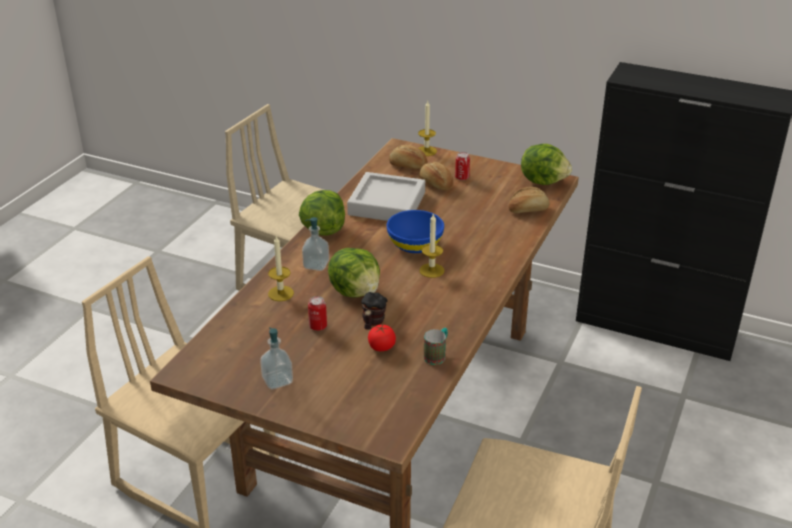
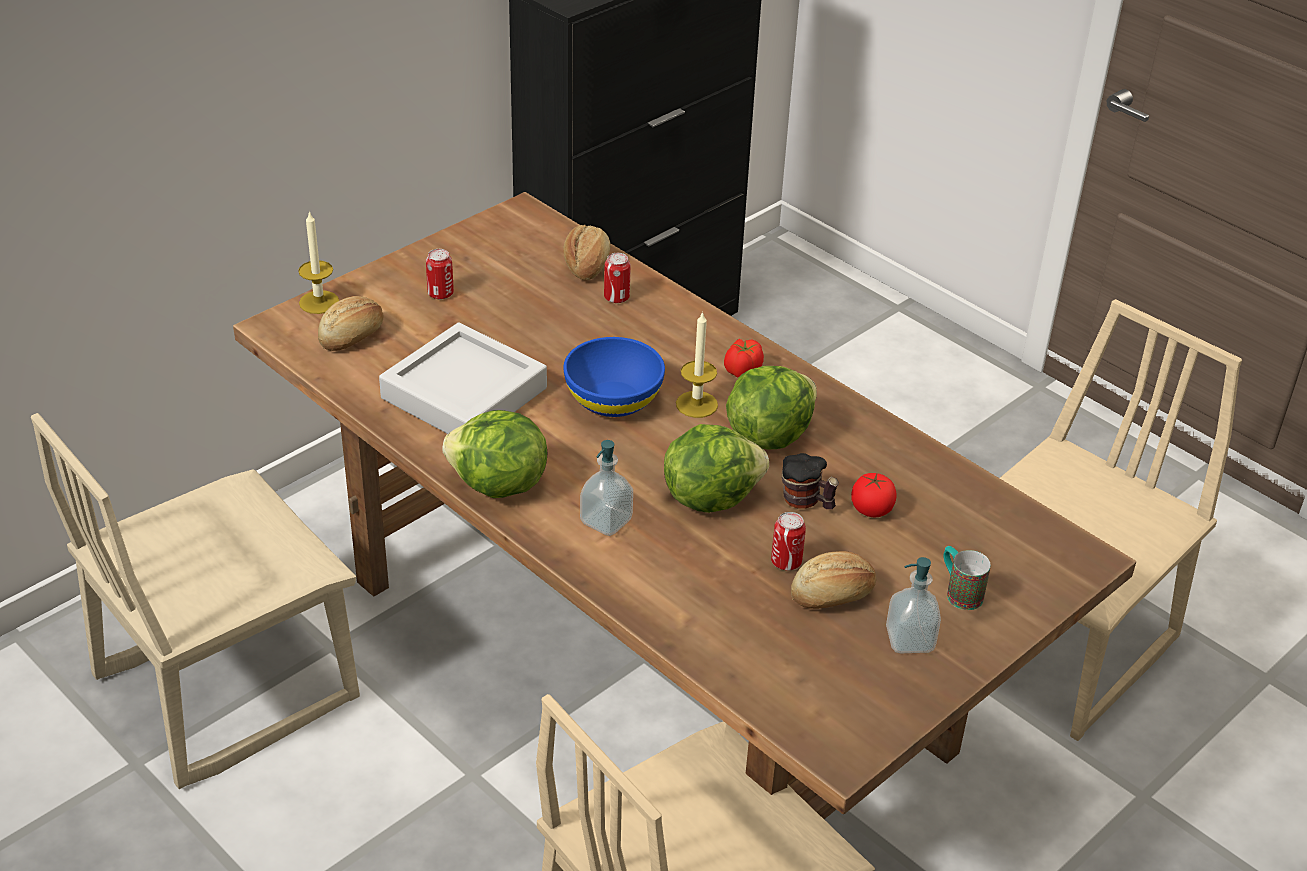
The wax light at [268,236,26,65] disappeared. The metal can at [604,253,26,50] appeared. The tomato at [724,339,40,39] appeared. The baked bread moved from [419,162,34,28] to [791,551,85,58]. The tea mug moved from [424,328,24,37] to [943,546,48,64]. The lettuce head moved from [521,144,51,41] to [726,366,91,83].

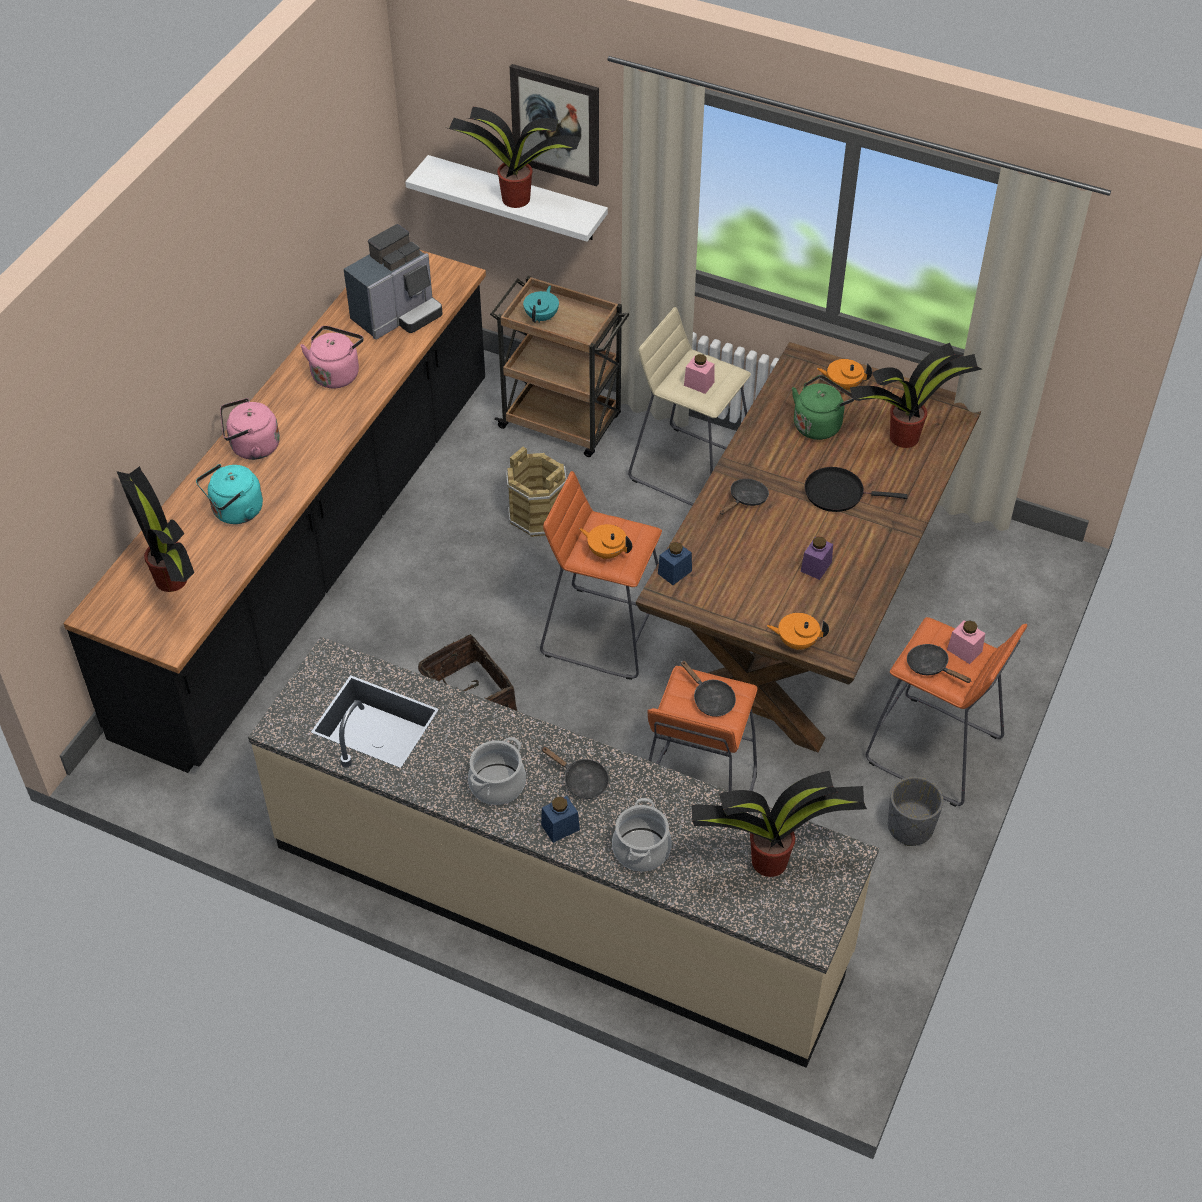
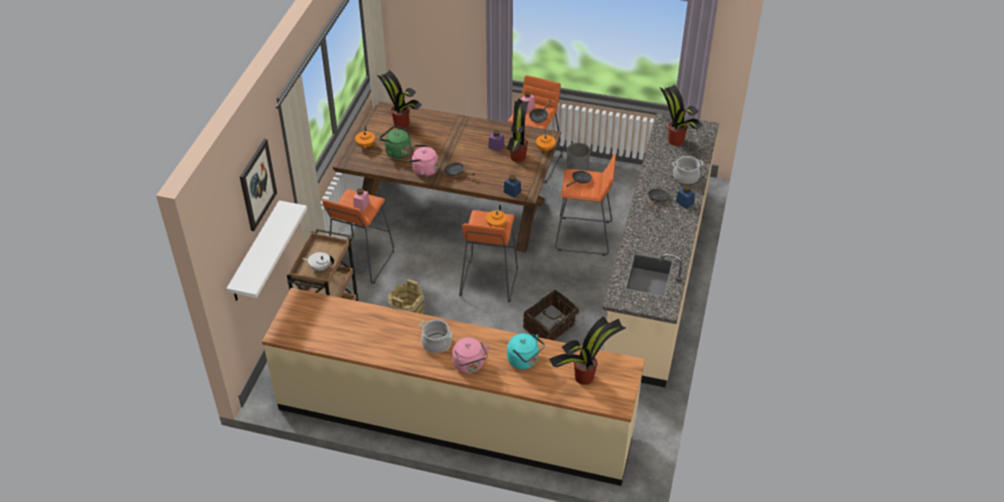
The coffee machine at [344,224,98,116] disappeared. The frying pan (black-coloured) at [805,467,103,45] disappeared. The kettle (pink-coloured) moved from [300,326,63,62] to [408,145,31,32]. The houseplant moved from [444,107,137,101] to [506,98,23,64]. The cooking pot moved from [468,737,58,68] to [419,319,33,34]. The counter (black-coloured) at [63,250,423,523] became the counter (beige) at [262,288,383,198]. The pot for tea (turquoise) at [523,286,36,37] became the pot for tea (whitish) at [302,252,32,20]. The sitting stool (beige) at [628,307,123,199] became the sitting stool (orange-coloured) at [322,189,72,95].

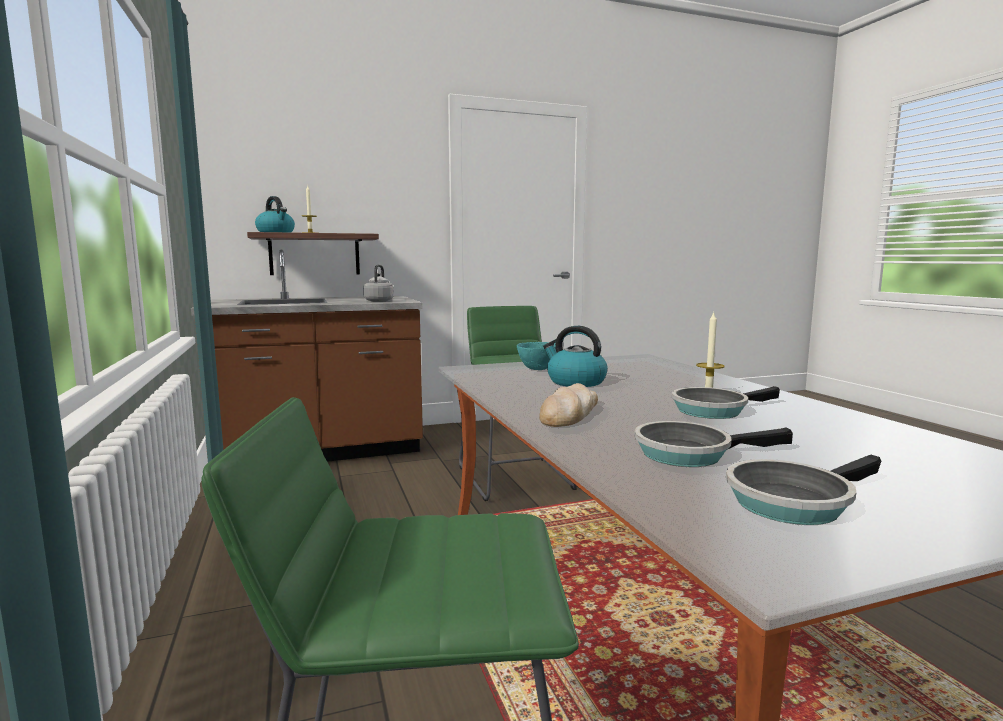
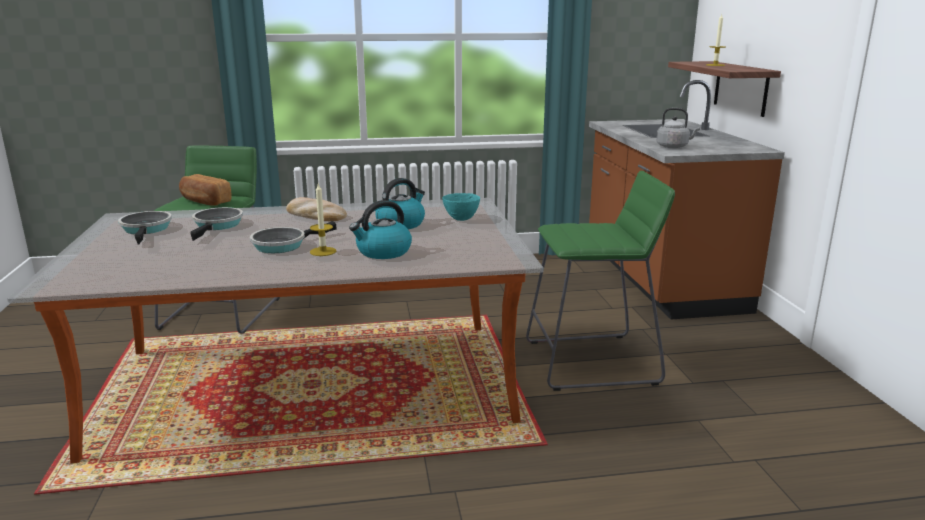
The baked bread at [179,174,53,31] appeared. The kettle moved from [255,196,40,36] to [349,200,63,59]. The frying pan at [672,386,108,33] turned 120 degrees counterclockwise.

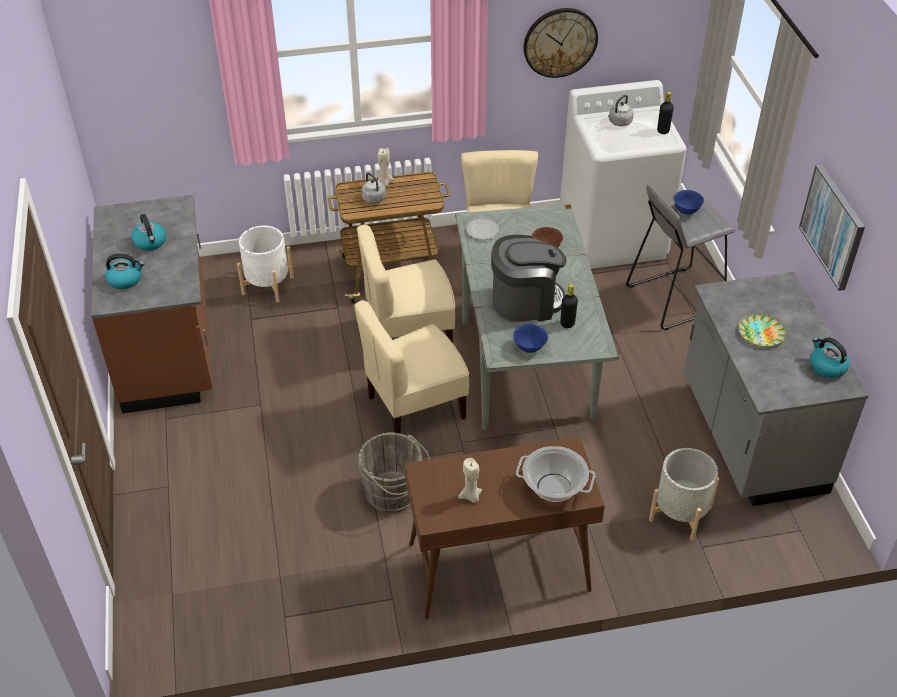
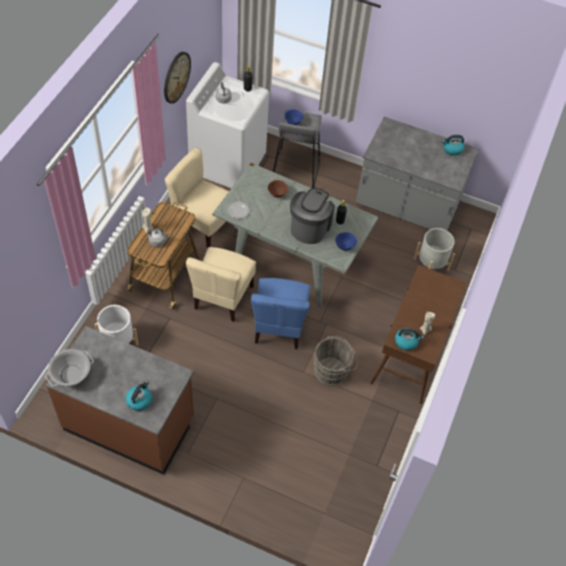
The flat dish at [738,313,48,34] disappeared. The wall picture at [799,164,66,127] disappeared. The kettle moved from [131,214,35,37] to [395,328,29,22]. The cooking pot moved from [516,446,79,56] to [45,349,49,38]. The upright chair (beige) at [354,300,115,134] became the upright chair (blue-coloured) at [251,278,60,71].

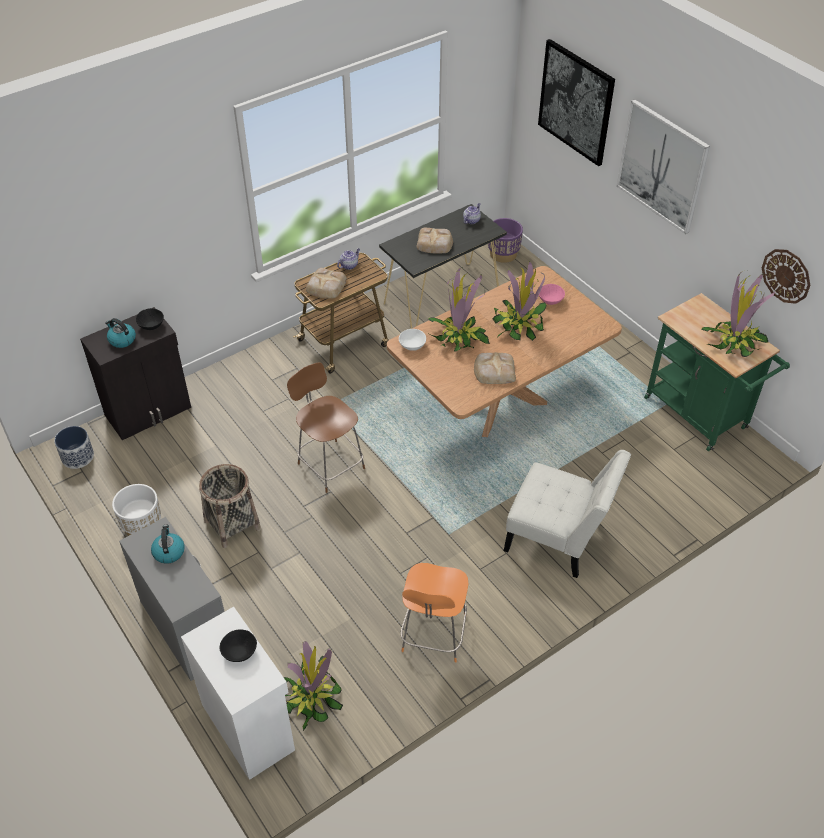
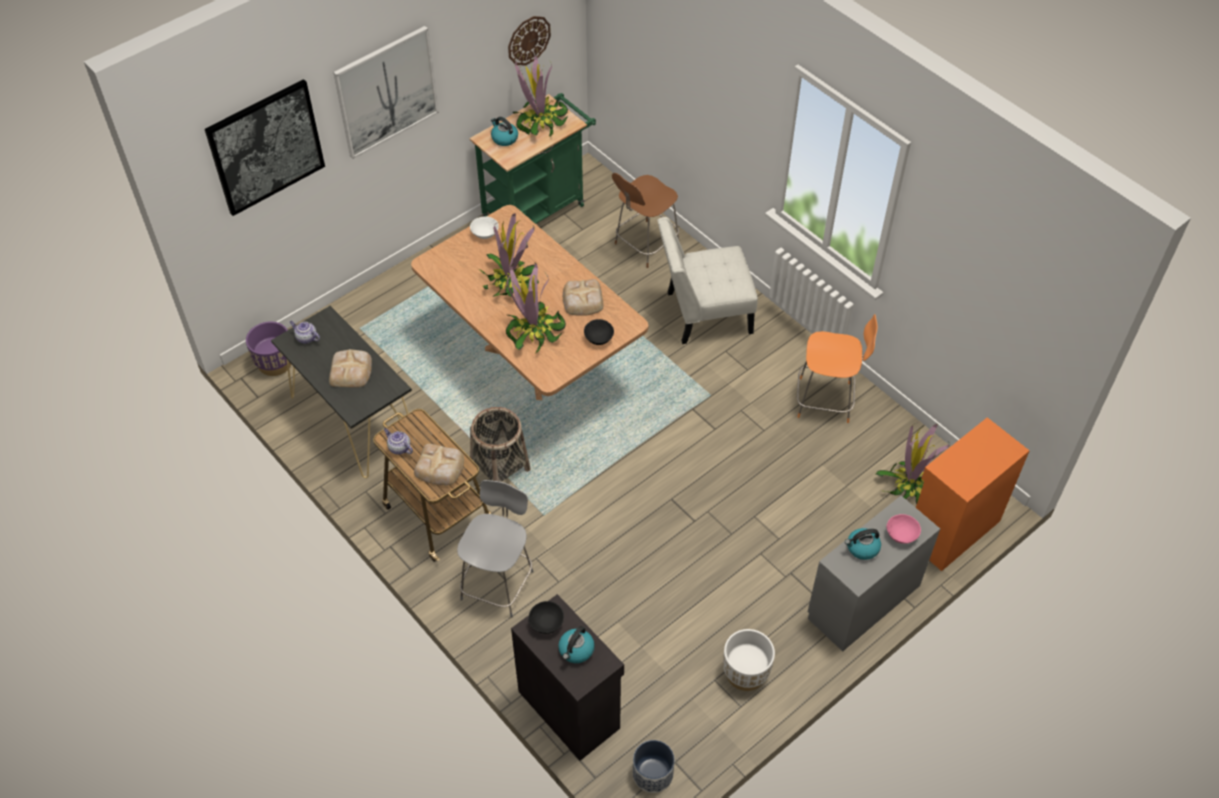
The sitting stool (grey) at [457,480,77,137] appeared. The kettle at [491,117,27,29] appeared. The household basket moved from [199,464,62,84] to [470,407,61,75]. The bowl (black-coloured) moved from [220,629,37,33] to [584,319,30,26]. The sitting stool (brownish) moved from [287,362,78,131] to [612,173,67,95]. The bowl (whitish) moved from [399,329,27,22] to [470,216,29,23]. The bowl (pink-coloured) moved from [539,284,26,21] to [887,514,34,30]. The storage cabinet (whitish) at [181,607,114,173] became the storage cabinet (orange-coloured) at [916,417,114,154]. The upright chair (whitish) at [504,450,127,128] turned 120 degrees counterclockwise.

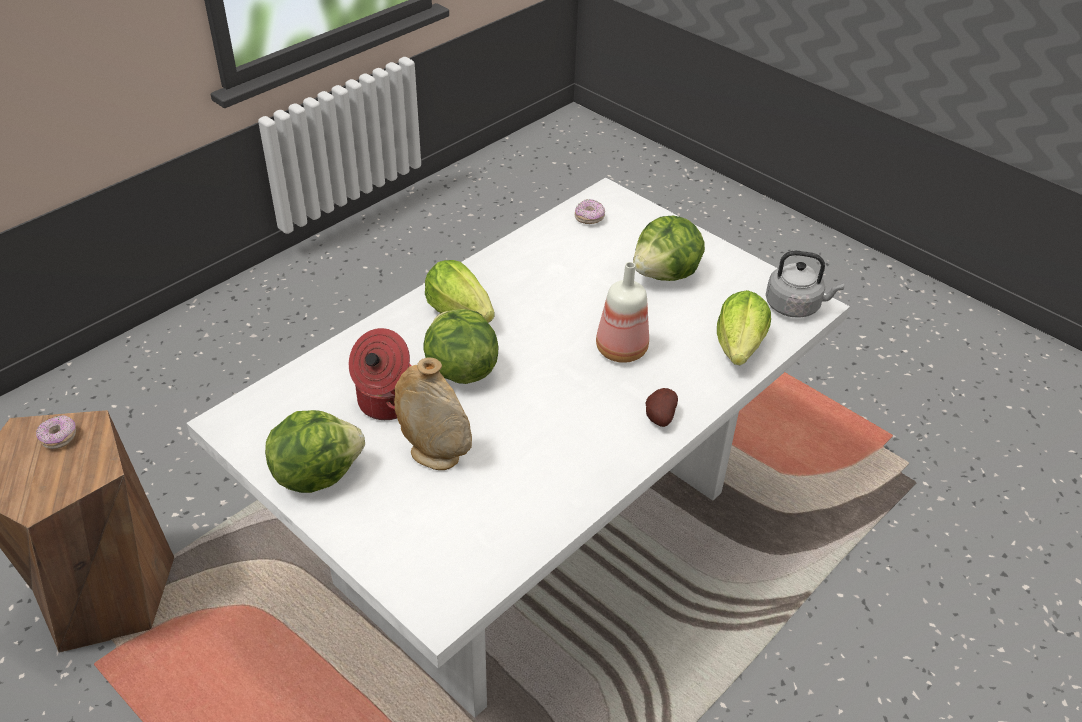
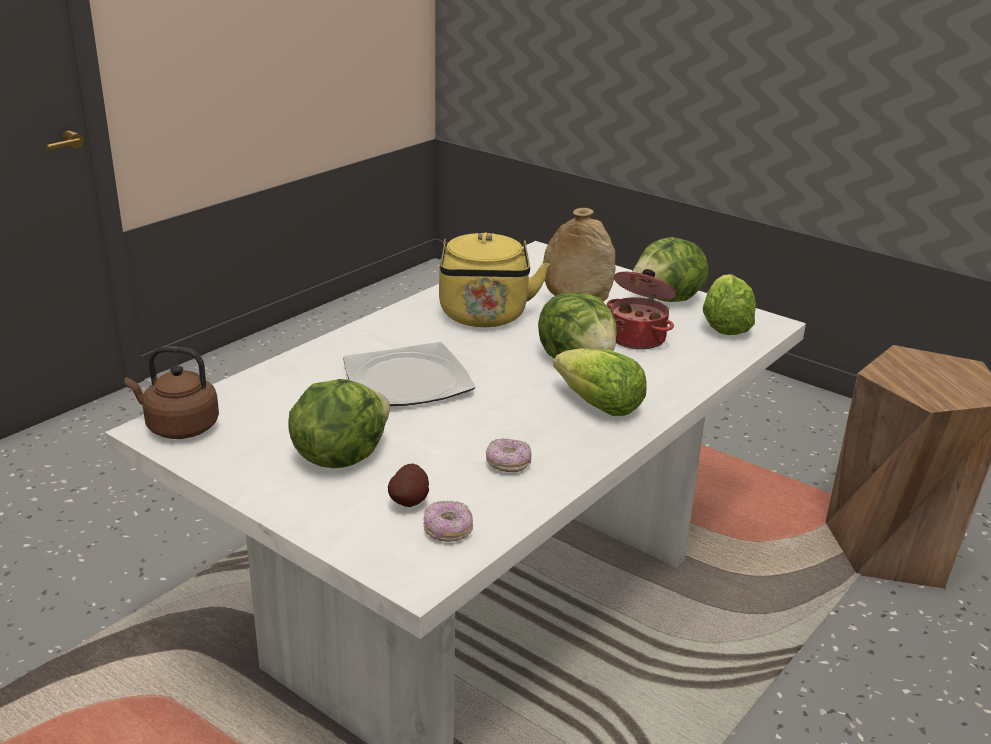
The kettle (yellowish) at [439,233,110,94] appeared. The ring doughnut moved from [36,415,40,34] to [486,438,46,34]. The whole potato moved from [645,388,33,39] to [388,464,41,43]. The lettuce head moved from [717,290,54,75] to [703,274,53,61]. The bottle at [596,262,53,101] was replaced by the flat dish at [343,342,132,64]. The kettle (grey) at [766,251,78,67] became the kettle (brownish) at [125,346,94,93].

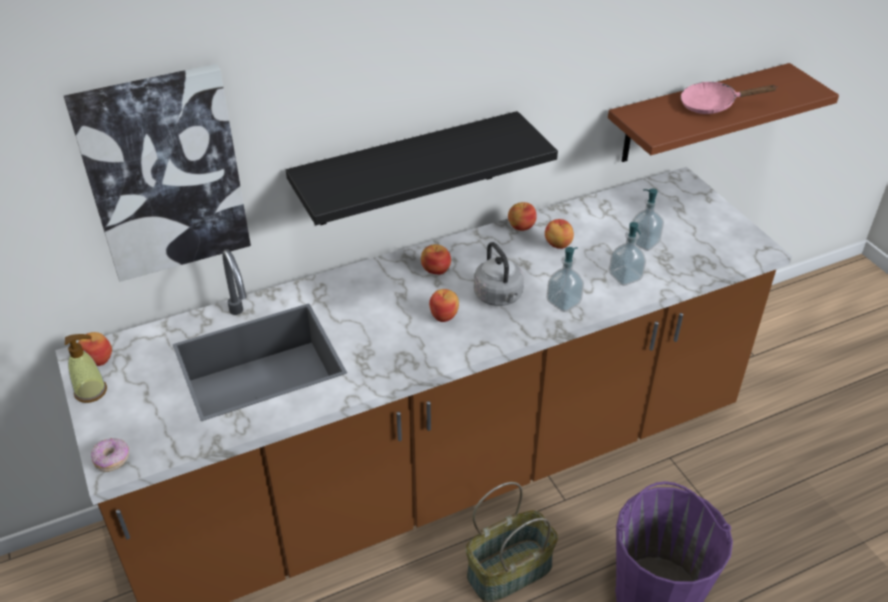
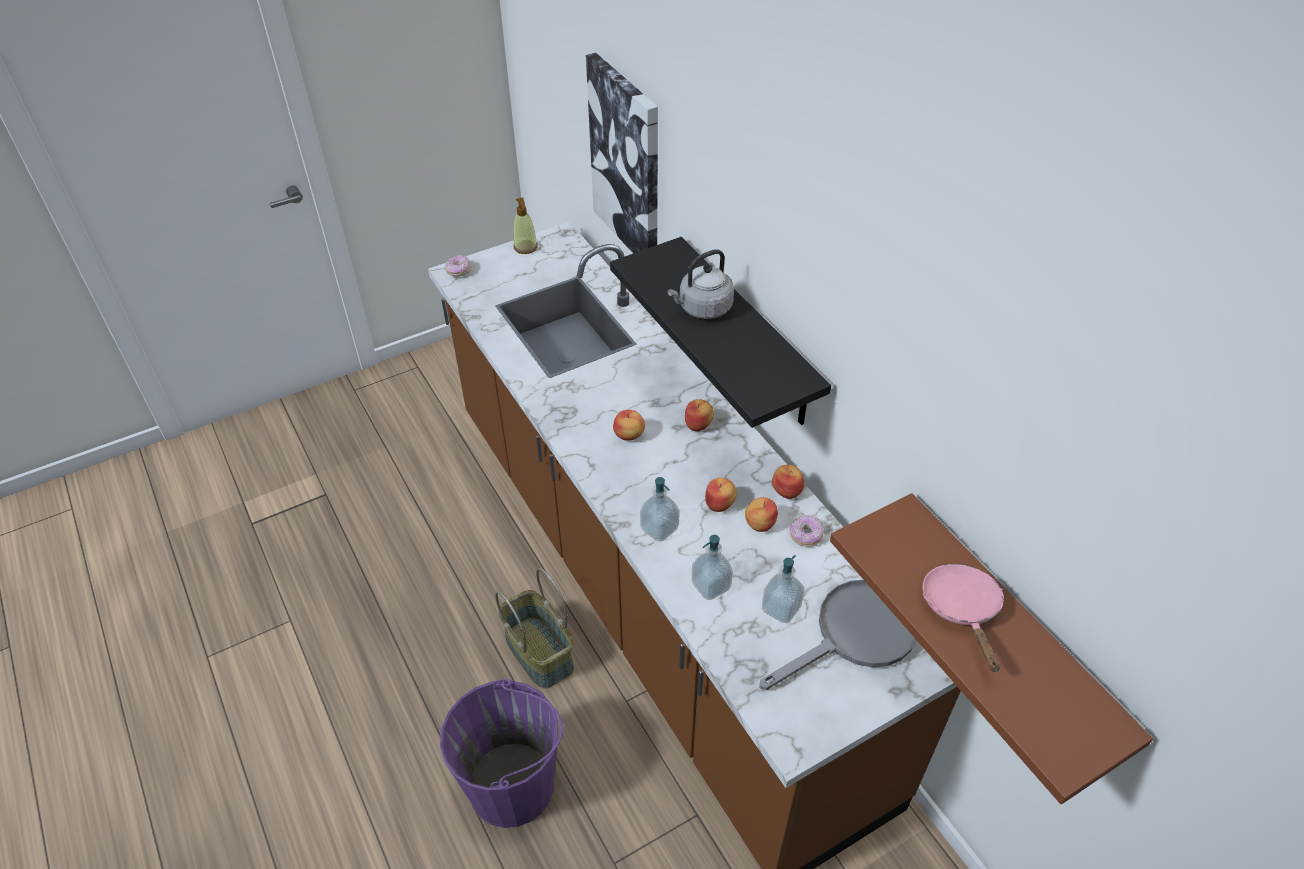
The frying pan (grey) at [759,580,157,110] appeared. The ring doughnut at [790,515,34,32] appeared. The whole apple moved from [78,332,34,34] to [705,478,32,34]. The kettle (grey) moved from [474,242,50,64] to [667,249,67,70].

